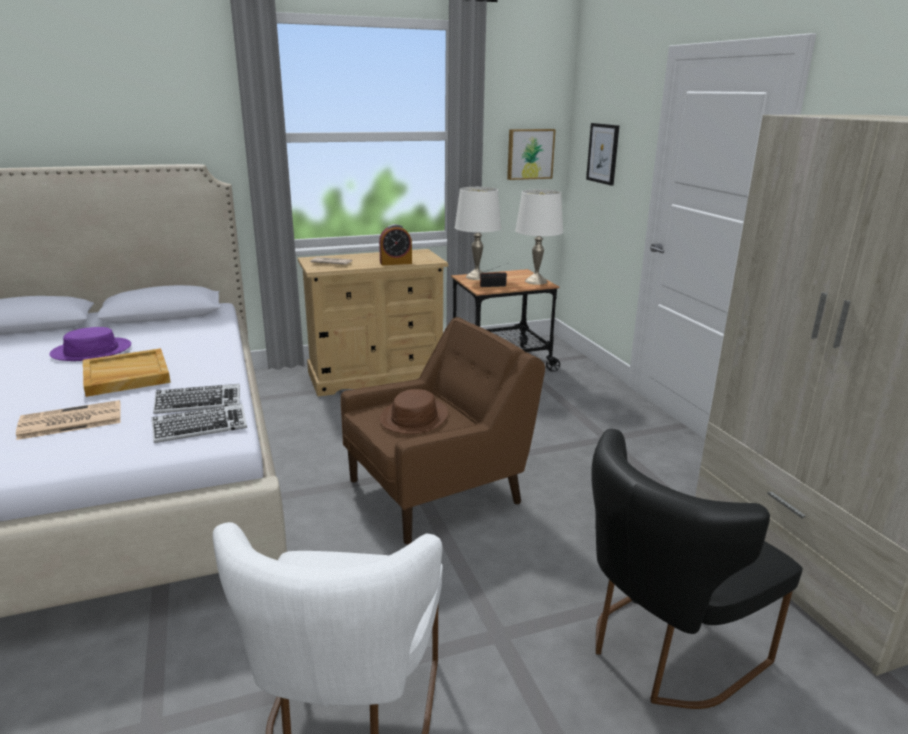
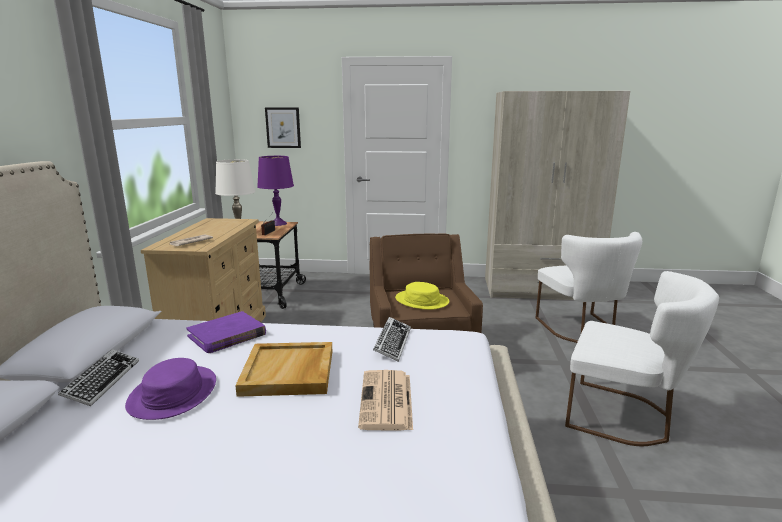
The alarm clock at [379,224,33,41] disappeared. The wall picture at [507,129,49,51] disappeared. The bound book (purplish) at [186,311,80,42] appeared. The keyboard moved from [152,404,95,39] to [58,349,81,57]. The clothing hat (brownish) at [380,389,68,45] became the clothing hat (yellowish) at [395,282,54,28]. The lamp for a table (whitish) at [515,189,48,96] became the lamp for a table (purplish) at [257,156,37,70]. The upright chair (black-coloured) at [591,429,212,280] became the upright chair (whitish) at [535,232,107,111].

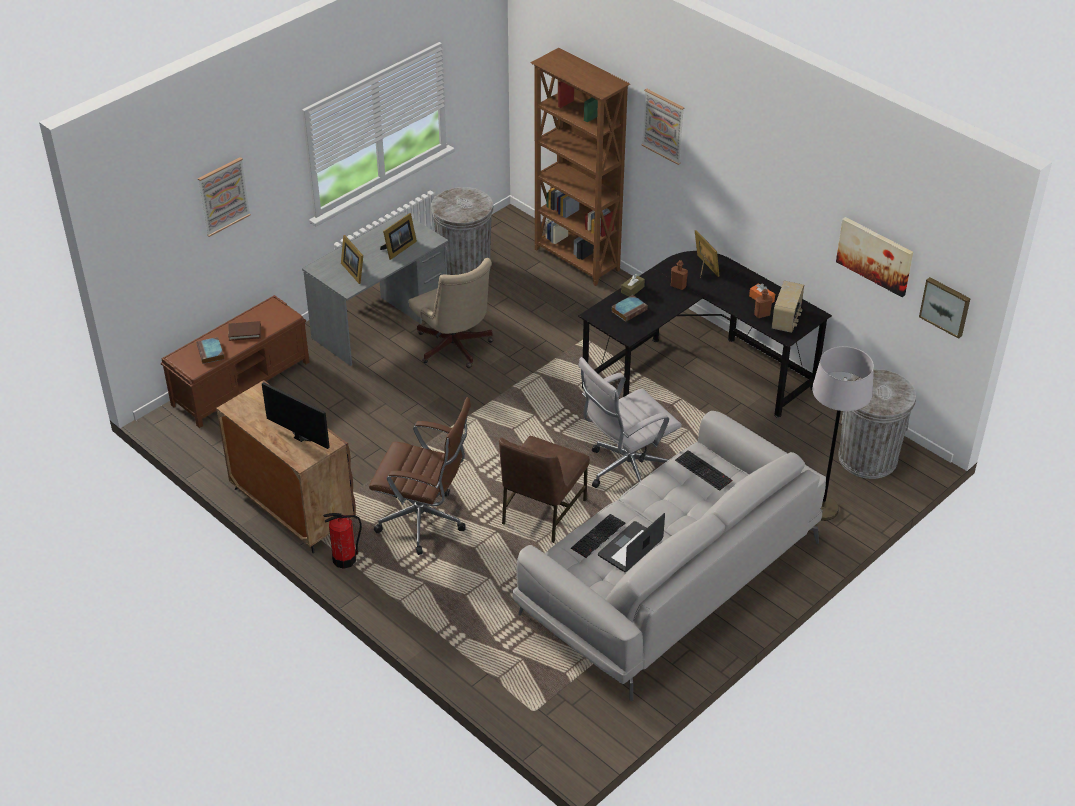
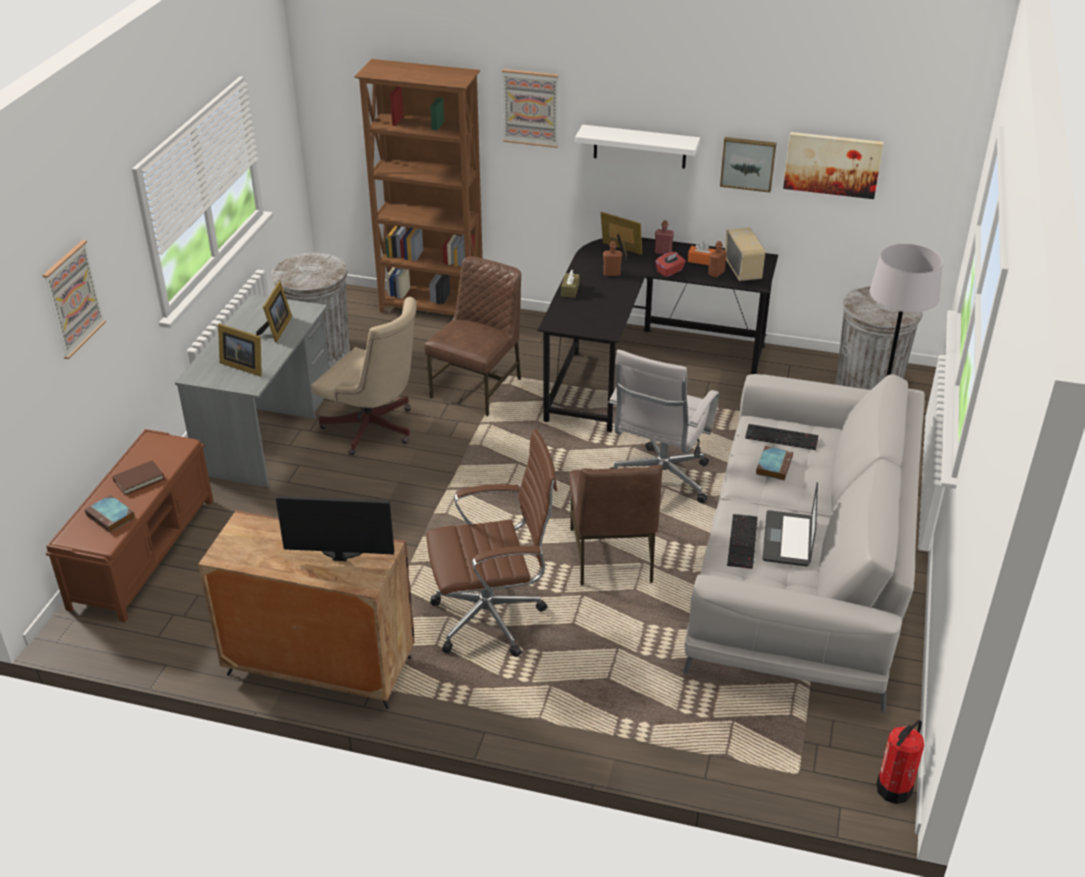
The upright chair (brownish) at [424,256,97,160] appeared. The bracket shelf (whitish) at [575,125,125,43] appeared. The bottle (red) at [655,220,19,35] appeared. The box of tissues (red) at [655,252,31,25] appeared. The fire extinguisher moved from [323,513,39,56] to [876,720,48,84]. The bound book moved from [611,295,37,27] to [756,446,37,34]. The wall picture moved from [919,277,52,62] to [720,137,56,56].

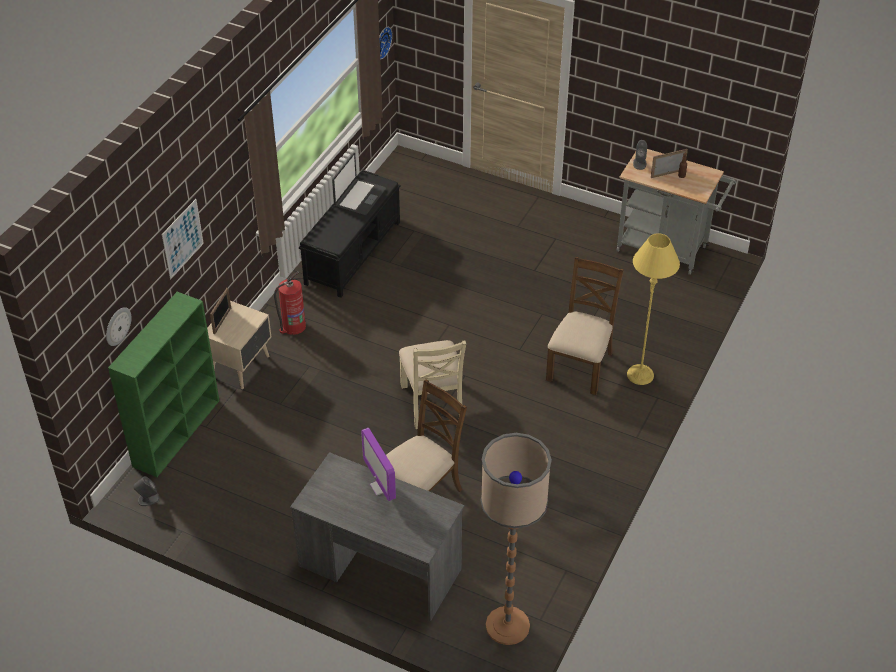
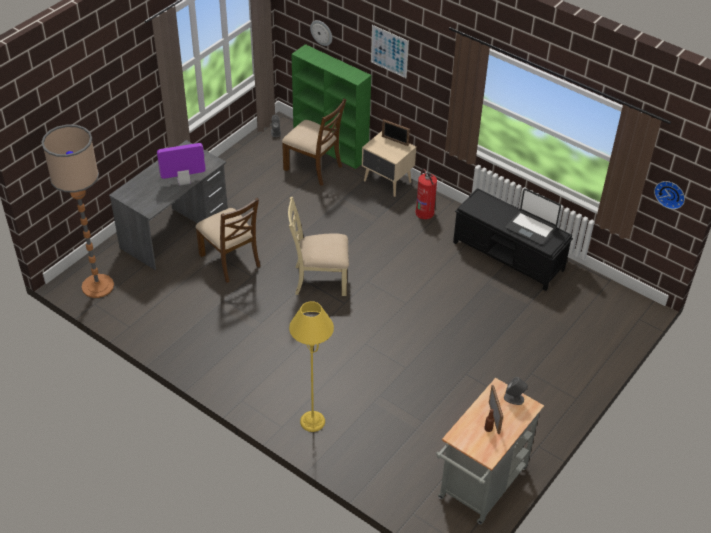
The upright chair (brownish) moved from [546,257,78,138] to [282,98,64,88].

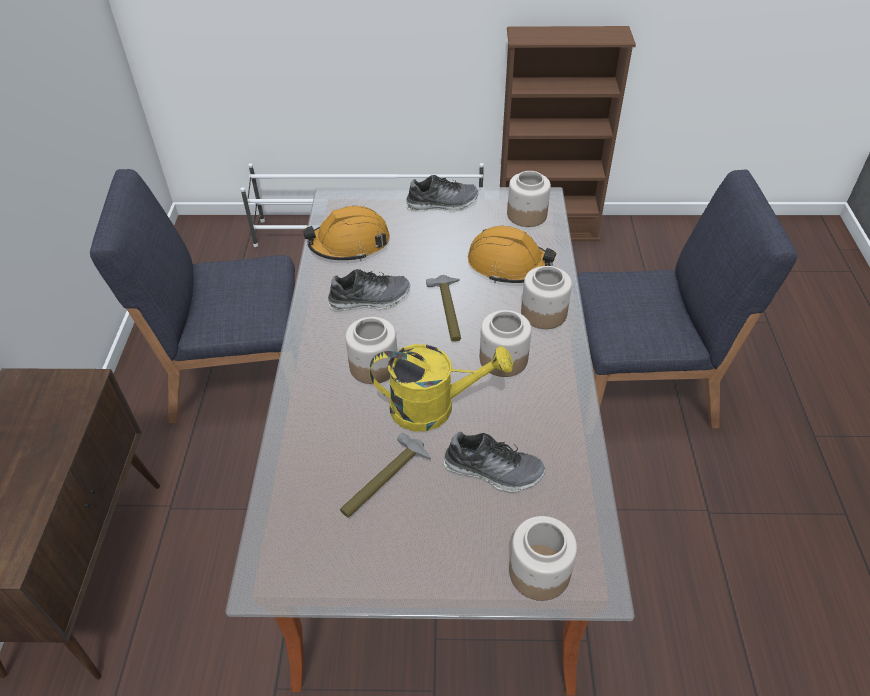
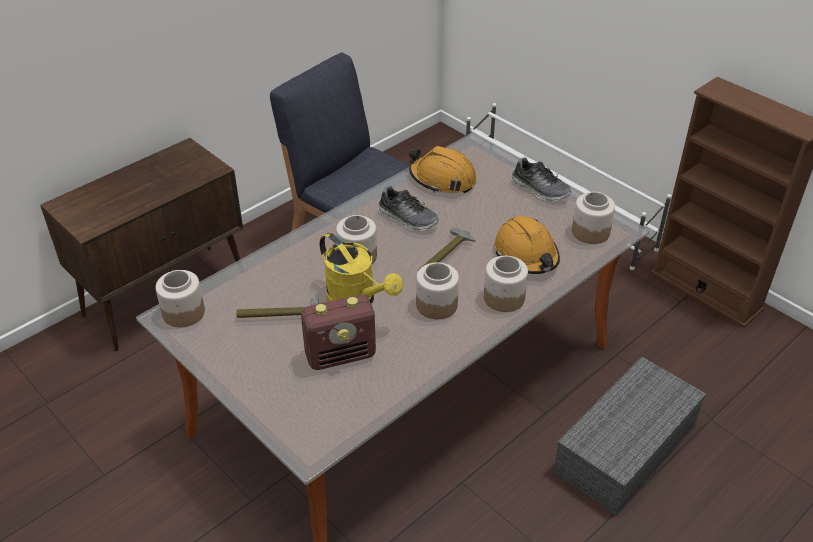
The jar moved from [509,516,68,85] to [155,270,50,57]. The low shoe at [443,432,102,60] was replaced by the radio at [301,295,75,75]. The upright chair (blue-coloured) at [577,170,220,258] was replaced by the storage container (grey) at [553,357,153,159].

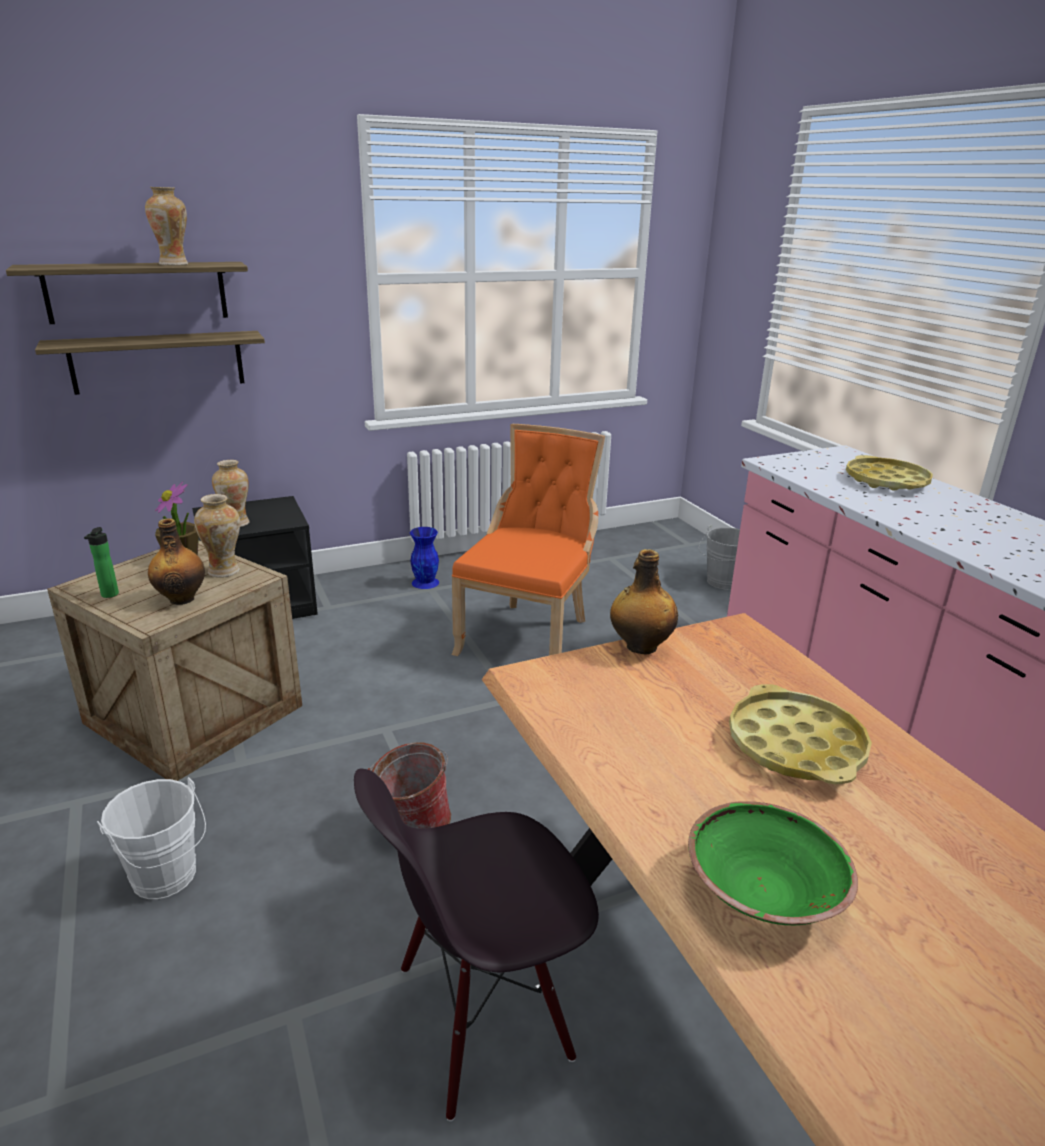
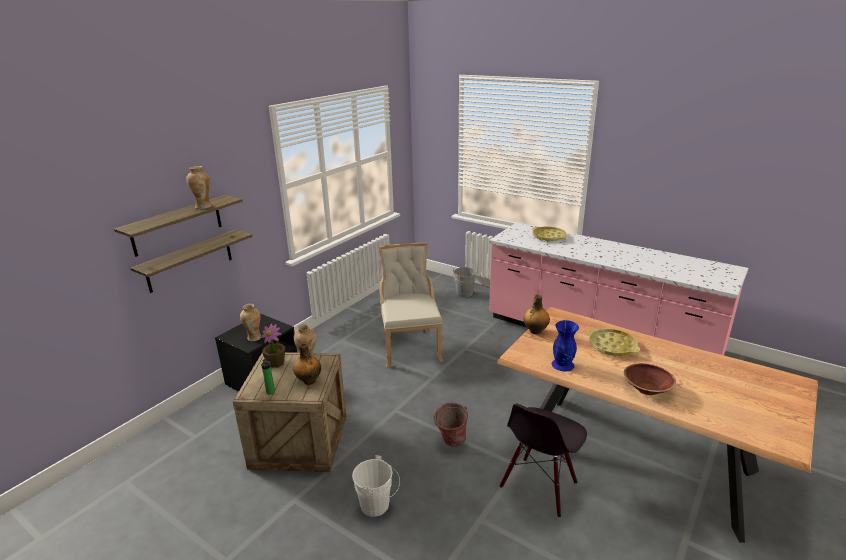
The vase (blue-coloured) moved from [410,527,29,62] to [552,320,27,51]. The upright chair (orange-coloured) at [451,424,154,232] became the upright chair (beige) at [379,243,64,125]. The bowl (green) at [688,801,170,124] became the bowl (brownish) at [624,363,52,32].

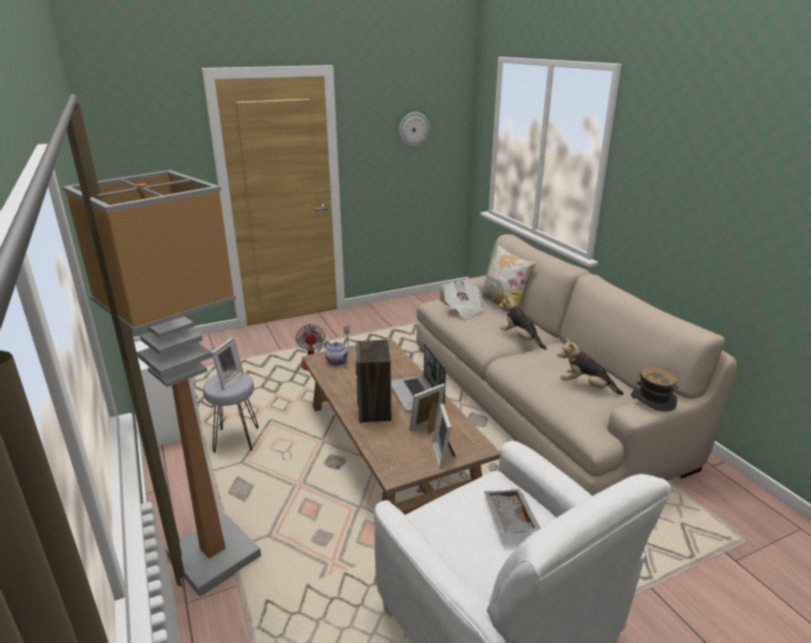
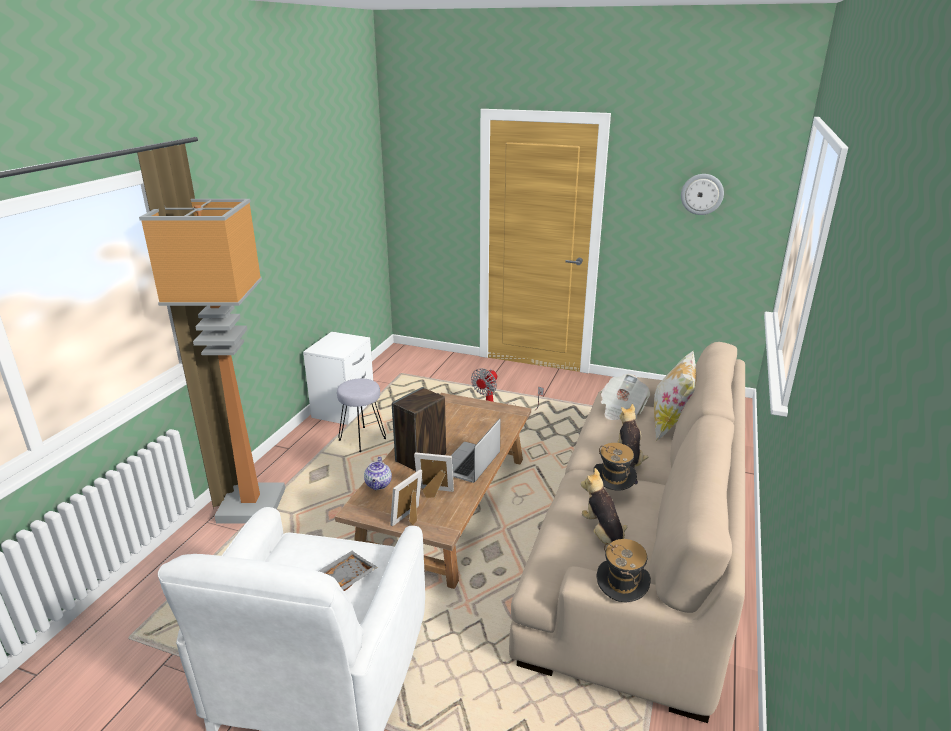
The picture frame at [212,337,32,53] disappeared. The clothing hat at [594,443,43,47] appeared. The pot for tea moved from [324,341,25,24] to [364,457,28,33].

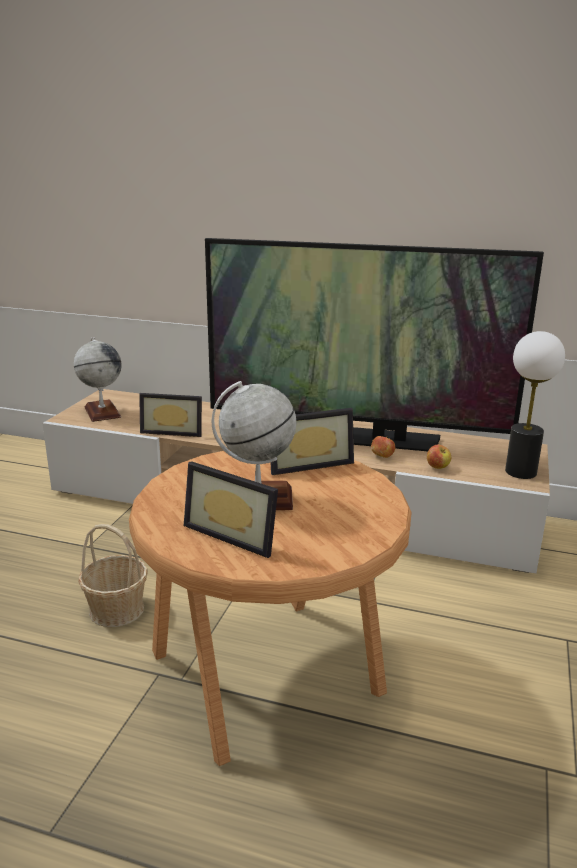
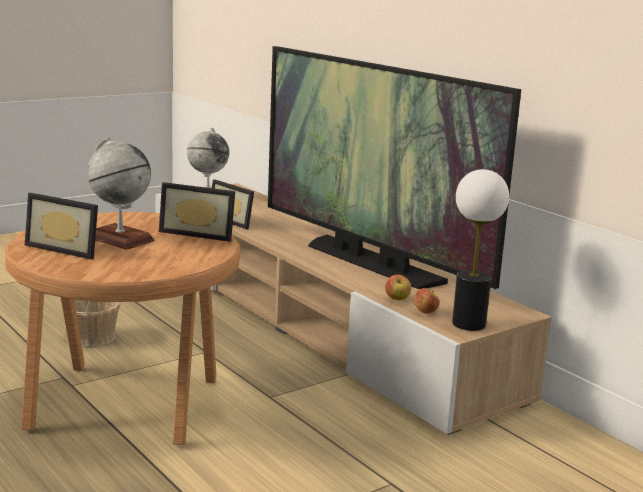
The whole apple moved from [371,436,24,22] to [414,288,26,26]. The picture frame at [184,461,94,97] turned 45 degrees counterclockwise.

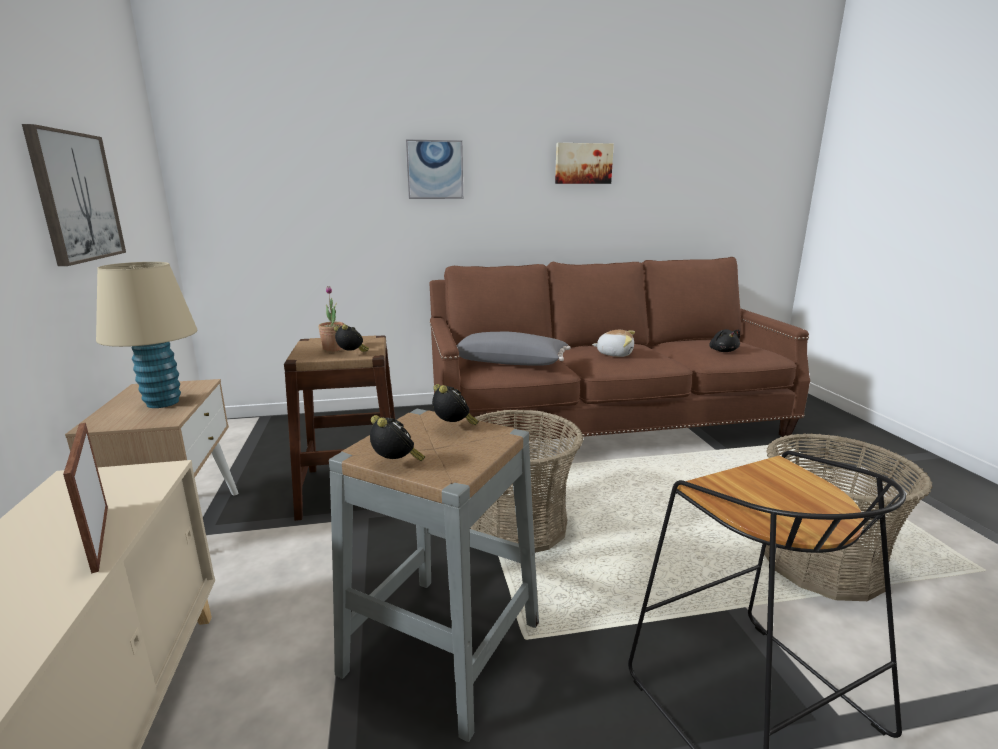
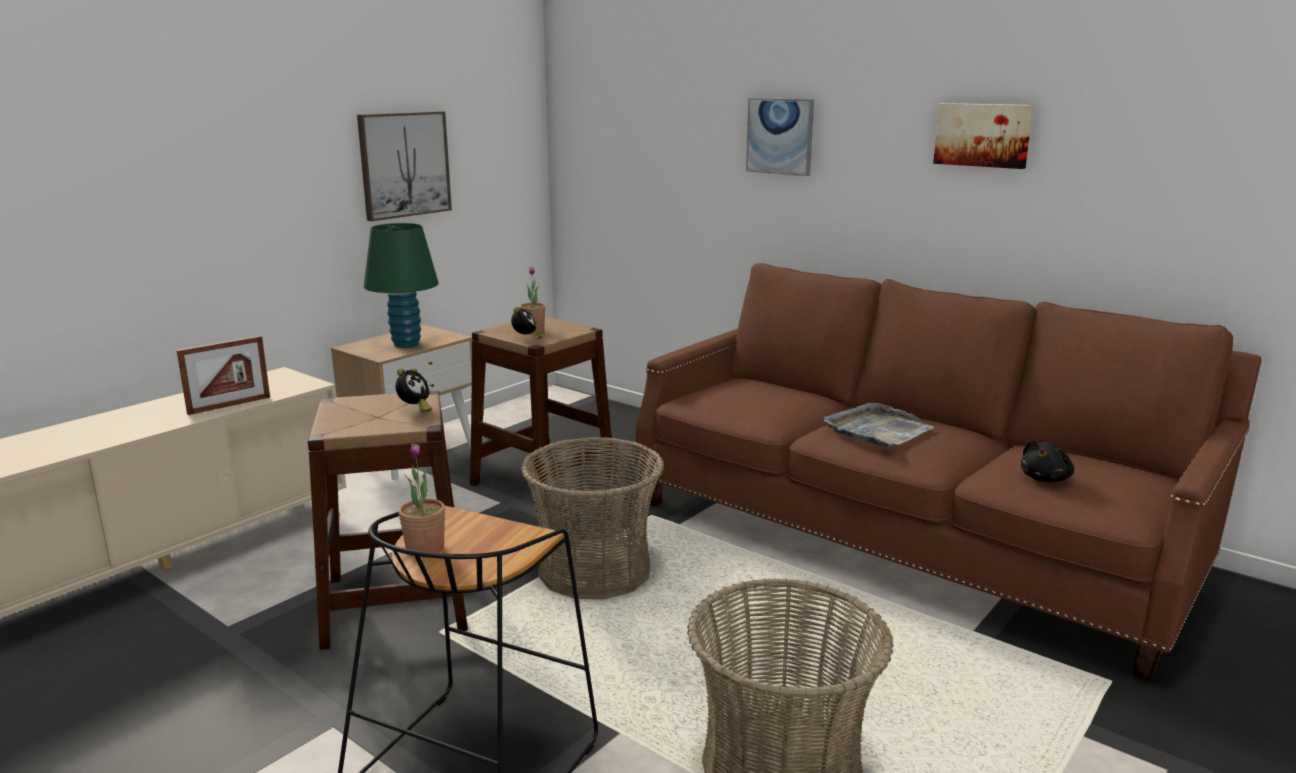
The alarm clock at [370,415,55,46] disappeared. The pillow (grey) at [457,332,114,34] disappeared. The houseplant at [399,443,46,114] appeared. The cuddly toy at [592,330,43,27] was replaced by the carrying tray (grey) at [823,403,111,44]. The lamp for a table (beige) at [96,262,102,146] became the lamp for a table (green) at [364,223,75,124]. The sitting stool (grey) at [329,409,210,333] became the sitting stool (brownish) at [308,391,160,259]. The picture frame at [63,423,45,151] turned 150 degrees counterclockwise.

